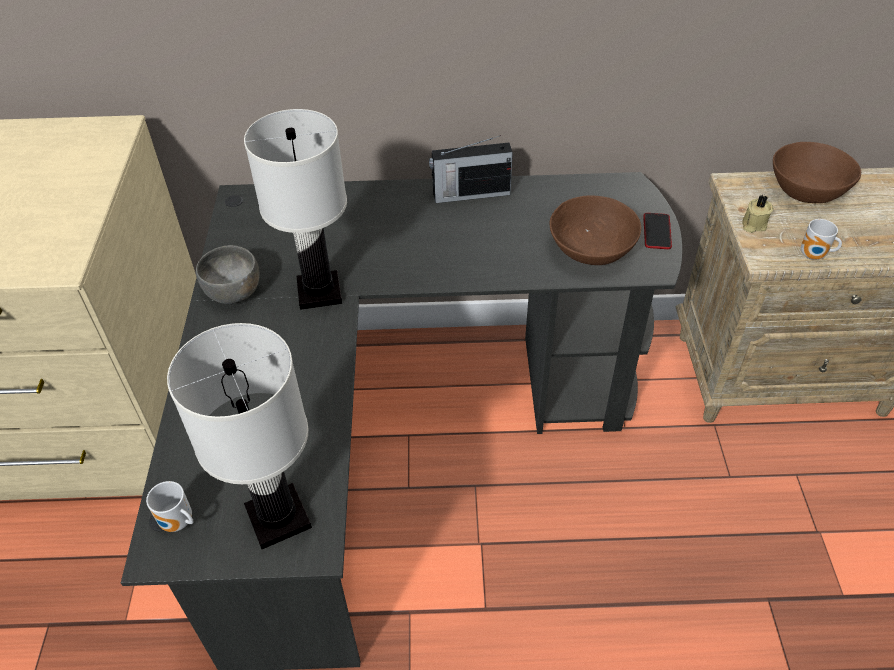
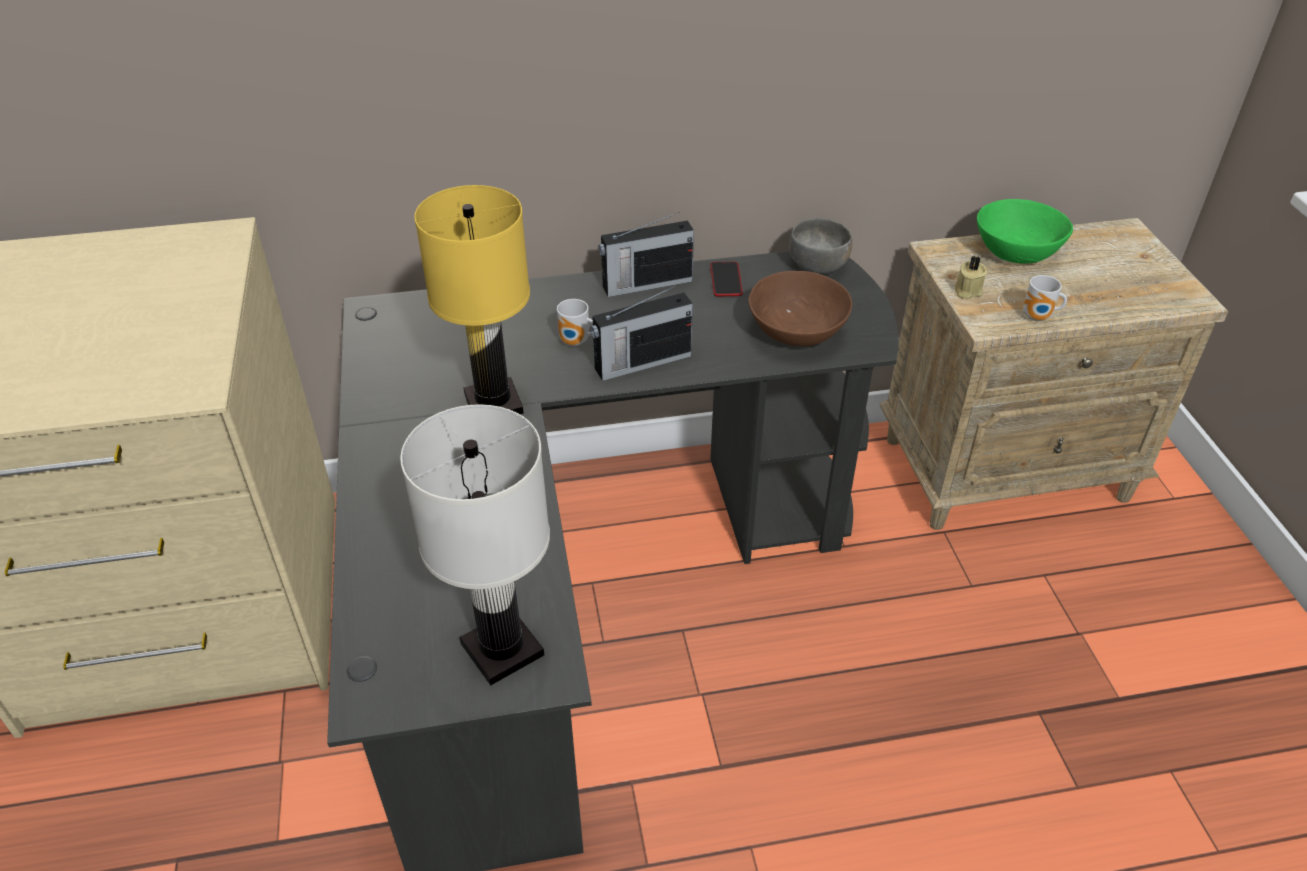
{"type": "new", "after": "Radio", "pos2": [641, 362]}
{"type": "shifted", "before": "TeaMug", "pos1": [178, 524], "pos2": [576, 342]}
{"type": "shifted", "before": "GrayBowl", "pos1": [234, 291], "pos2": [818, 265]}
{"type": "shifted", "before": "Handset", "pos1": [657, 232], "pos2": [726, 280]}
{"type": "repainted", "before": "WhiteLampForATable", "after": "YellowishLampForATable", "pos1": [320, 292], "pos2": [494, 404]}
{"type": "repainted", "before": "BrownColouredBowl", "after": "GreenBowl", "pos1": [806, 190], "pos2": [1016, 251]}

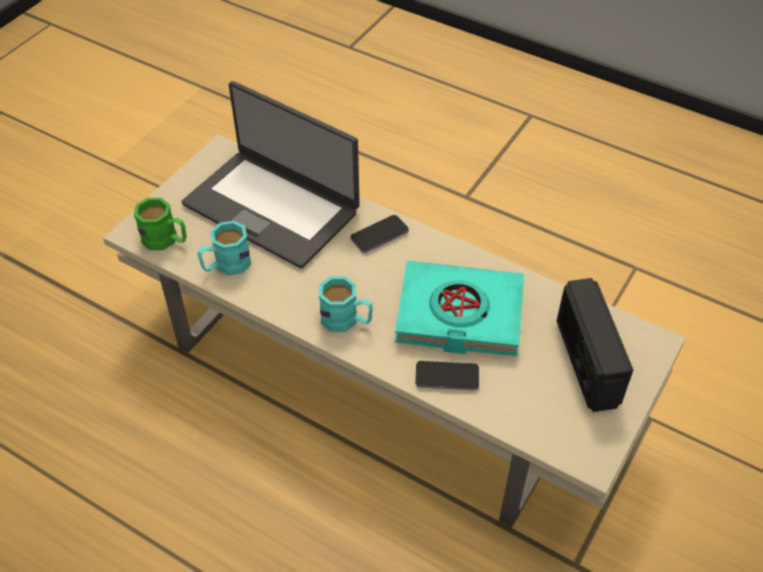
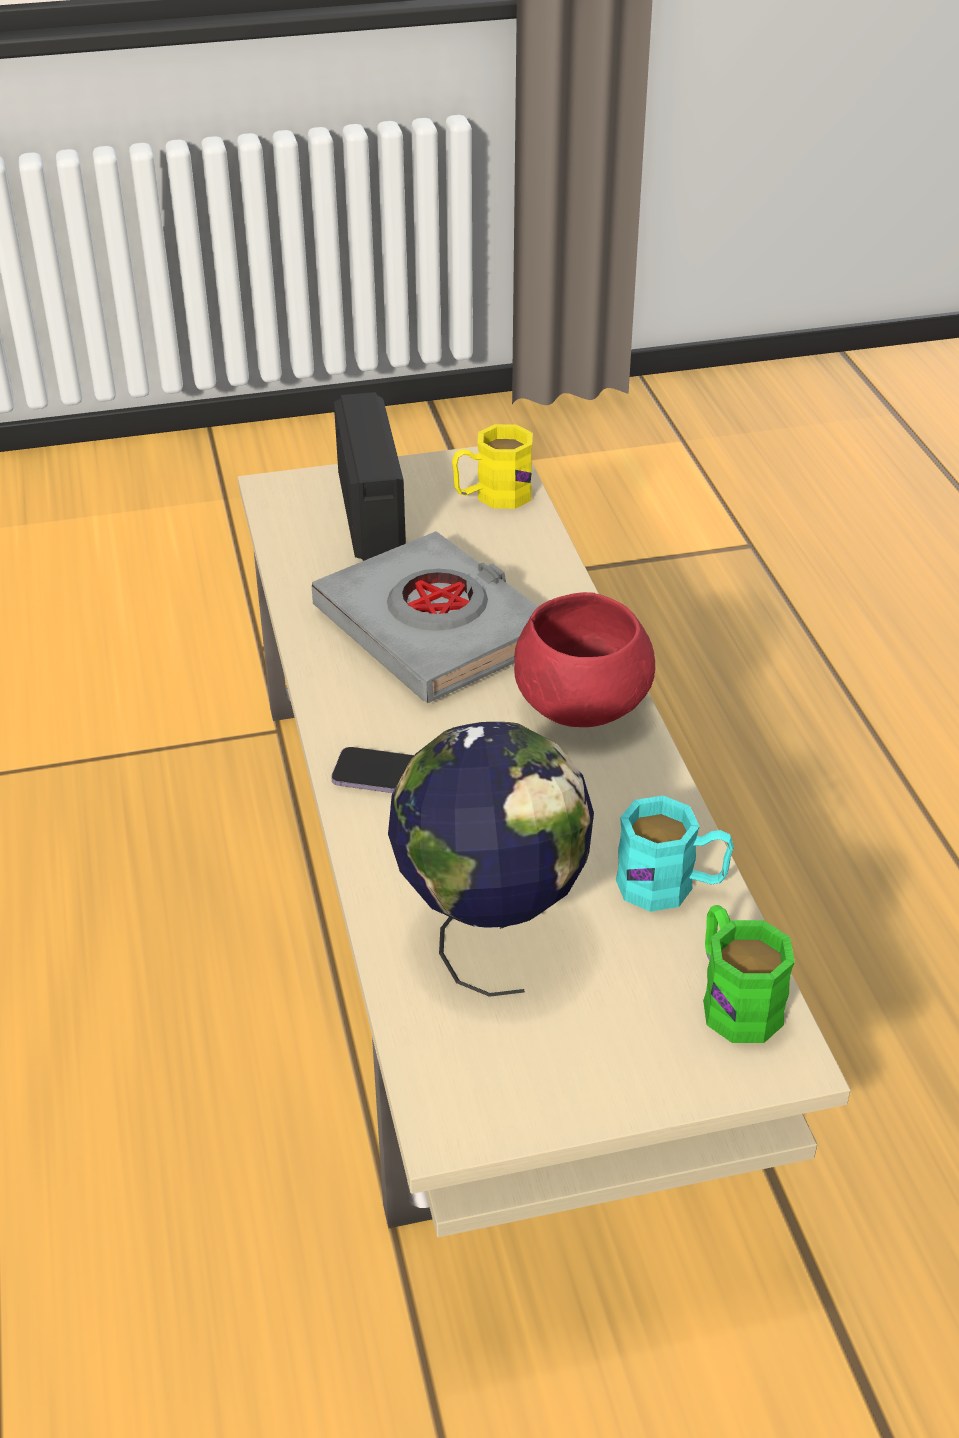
{"type": "gone", "before": "Handset", "pos1": [447, 377]}
{"type": "new", "after": "YellowishTeaMug", "pos2": [492, 496]}
{"type": "swapped", "before": "Laptop", "after": "Globe", "pos1": [272, 207], "pos2": [490, 932]}
{"type": "swapped", "before": "TurquoiseColouredTeaMug", "after": "ReddishBowl", "pos1": [346, 320], "pos2": [580, 707]}
{"type": "repainted", "before": "TurquoiseColouredBook", "after": "GrayBook", "pos1": [459, 315], "pos2": [433, 628]}
{"type": "rotated", "before": "Radio", "pos1": [586, 362], "pos2": [372, 514], "turn": -45}

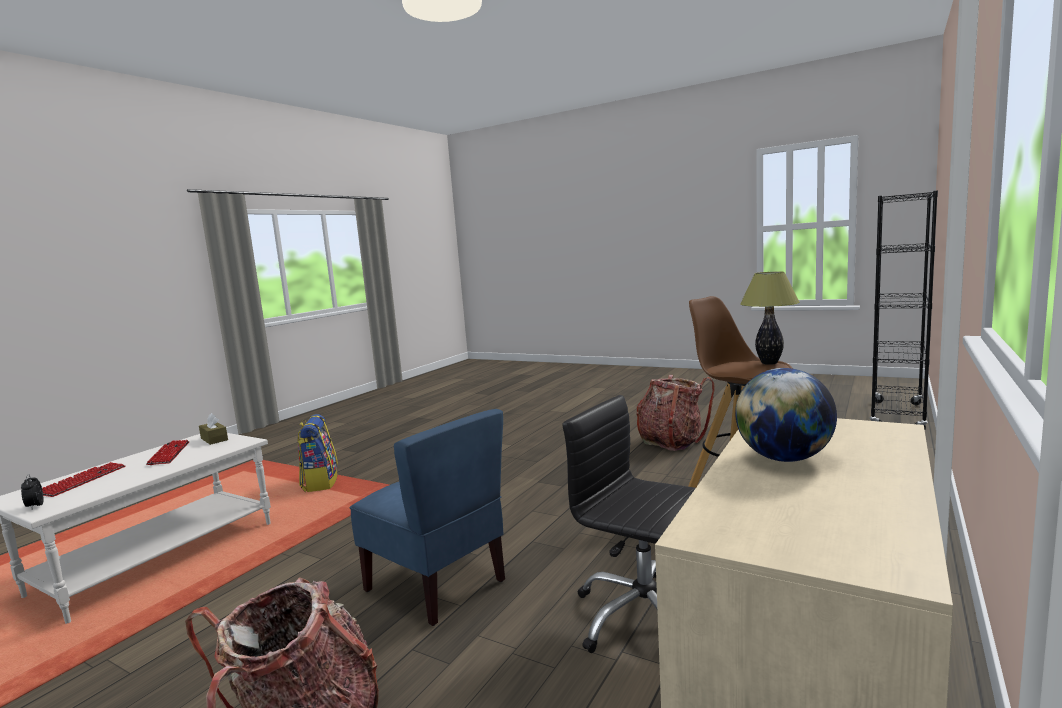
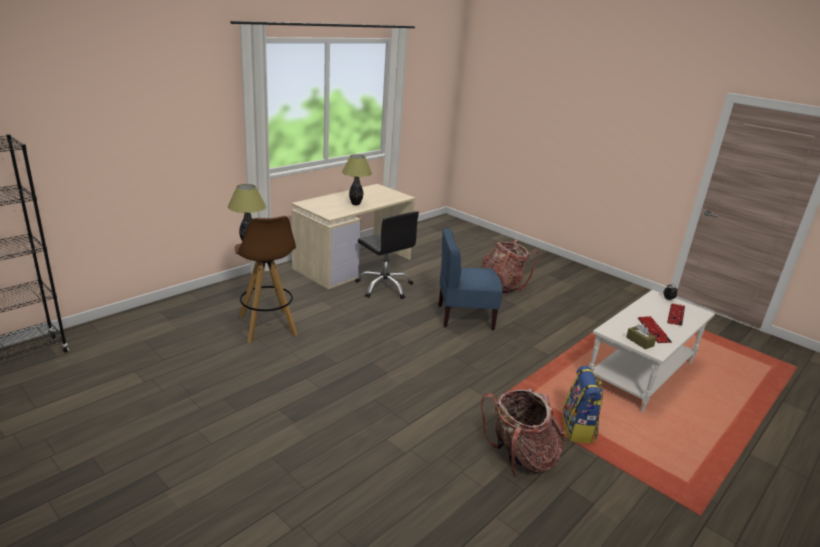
{"type": "shifted", "before": "Knapsack", "pos1": [671, 441], "pos2": [520, 458]}
{"type": "swapped", "before": "Globe", "after": "LampForATable", "pos1": [784, 458], "pos2": [355, 204]}
{"type": "rotated", "before": "BlueChair", "pos1": [437, 585], "pos2": [465, 317], "turn": -60}

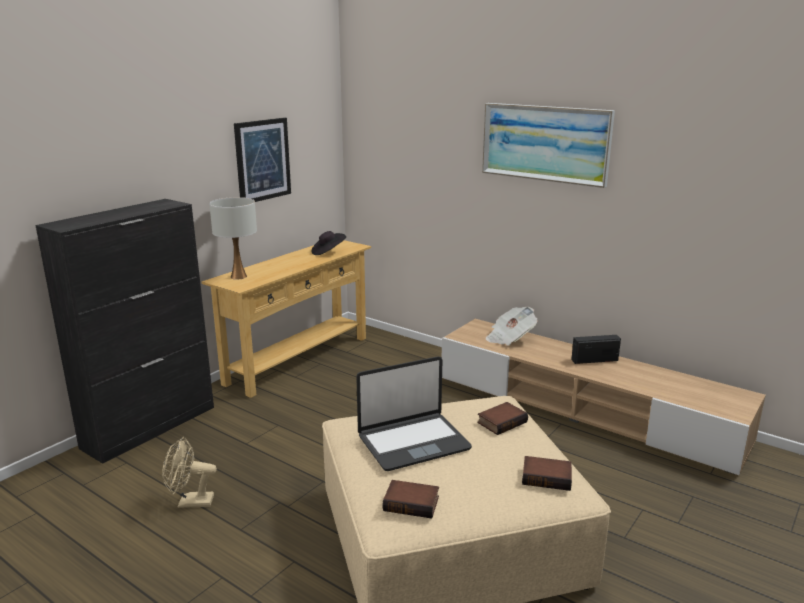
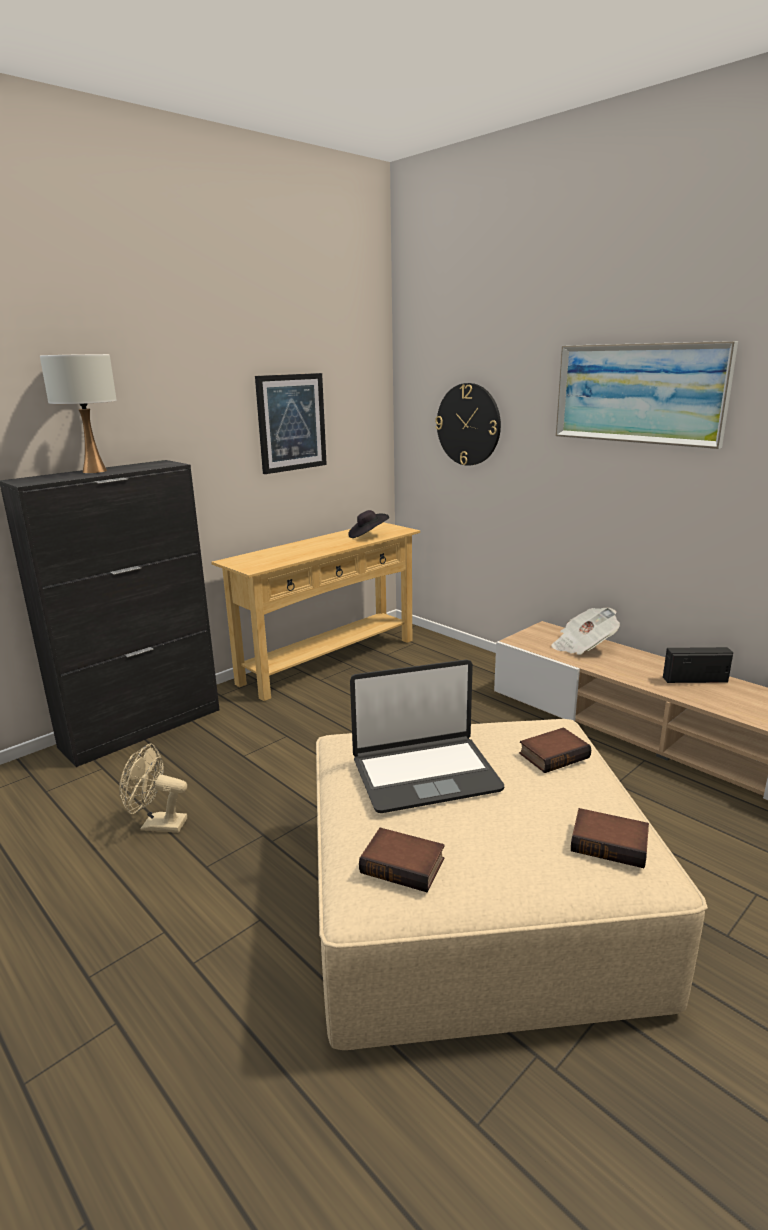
{"type": "new", "after": "ClockOnTheWall", "pos2": [468, 424]}
{"type": "shifted", "before": "WhiteLampForATable", "pos1": [239, 276], "pos2": [95, 471]}

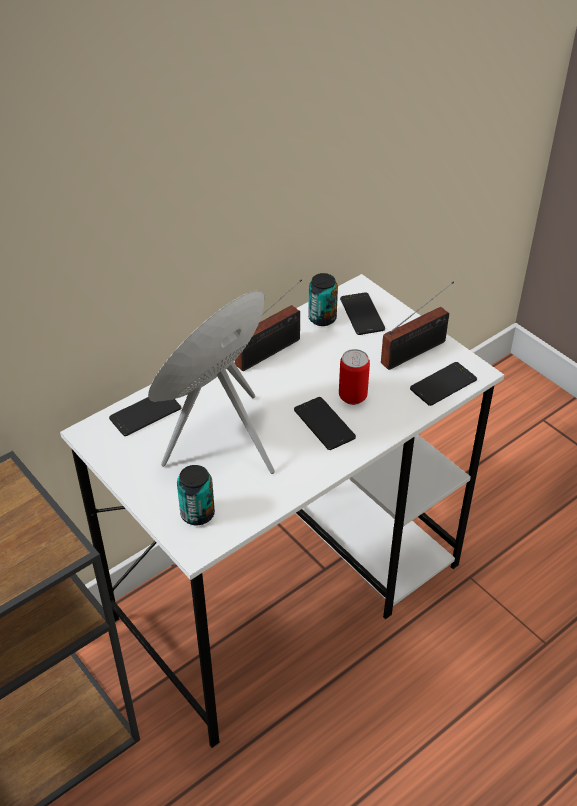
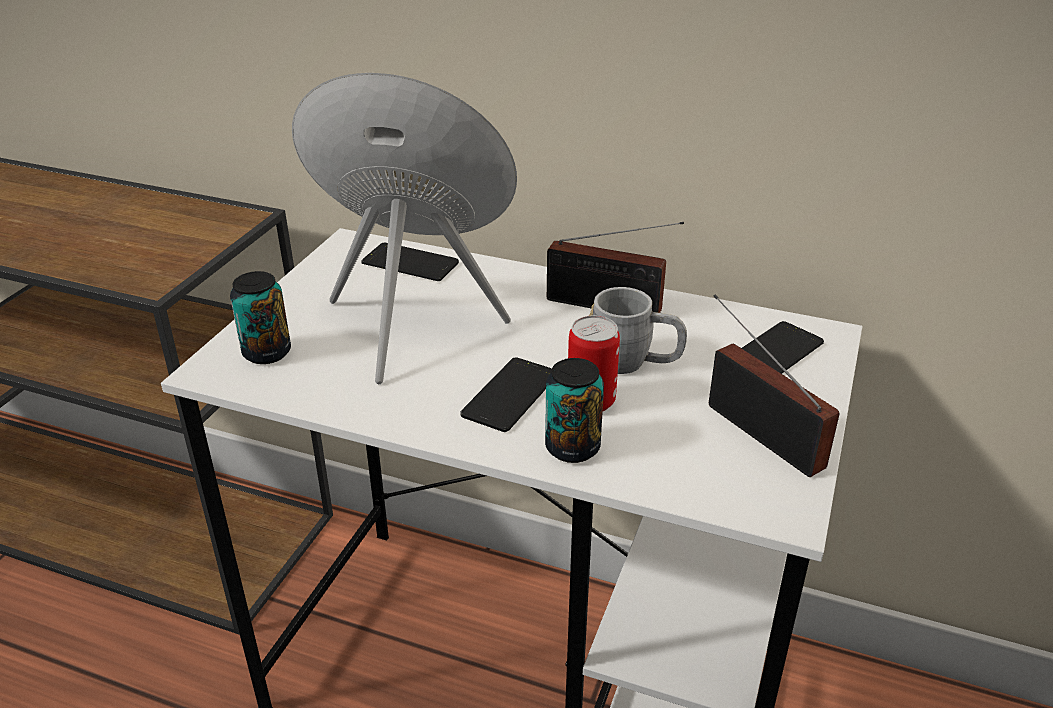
{"type": "gone", "before": "Handset", "pos1": [443, 384]}
{"type": "new", "after": "GrayTeaMug", "pos2": [634, 363]}
{"type": "shifted", "before": "SealedCan", "pos1": [322, 318], "pos2": [572, 447]}
{"type": "rotated", "before": "Radio", "pos1": [417, 351], "pos2": [759, 431], "turn": -150}

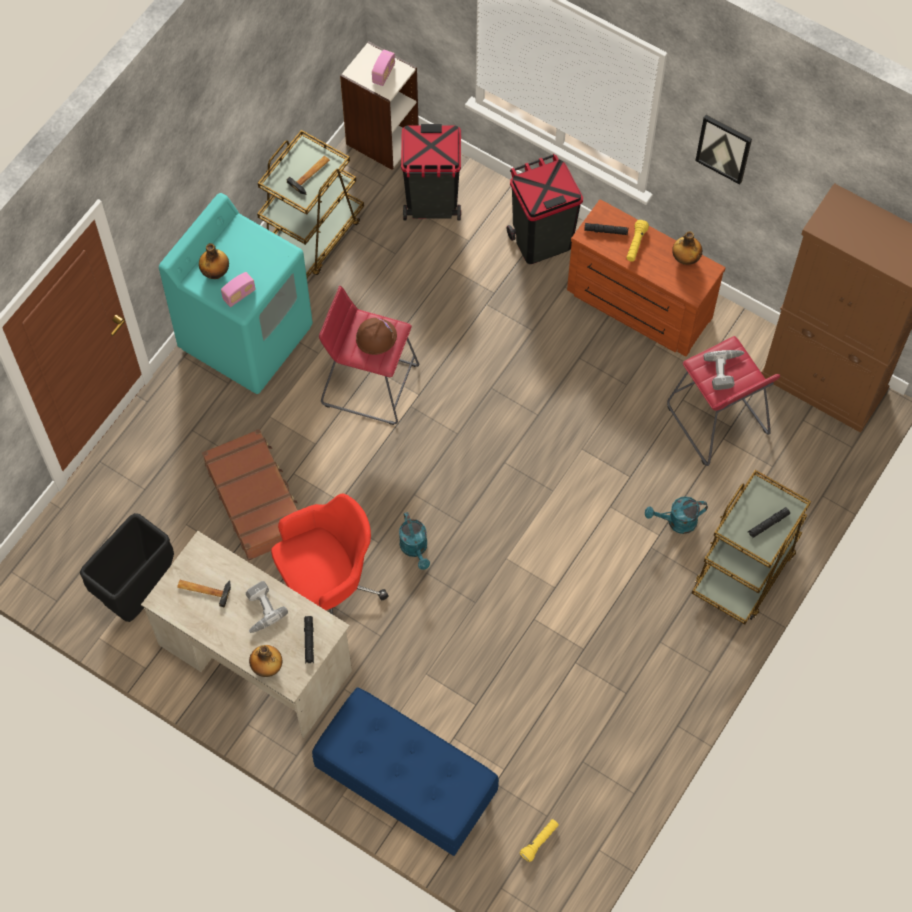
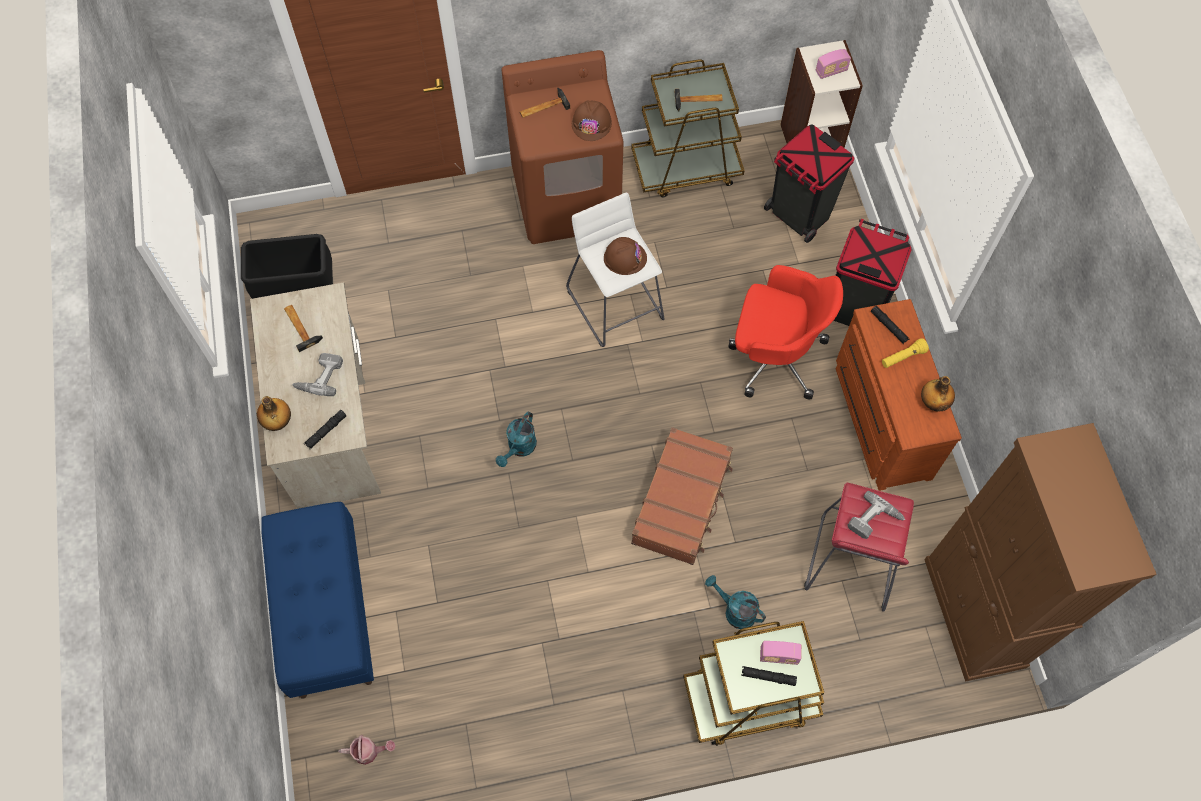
{"type": "gone", "before": "WallPicture", "pos1": [724, 148]}
{"type": "new", "after": "BrownColouredSafetyHelmet", "pos2": [591, 123]}
{"type": "shifted", "before": "BrownColouredSuitcase", "pos1": [256, 500], "pos2": [682, 501]}
{"type": "shifted", "before": "Radio", "pos1": [239, 295], "pos2": [778, 656]}
{"type": "shifted", "before": "ReddishDeskChair", "pos1": [328, 586], "pos2": [774, 355]}
{"type": "swapped", "before": "DrinkBottle", "after": "ToolHammer", "pos1": [216, 272], "pos2": [543, 107]}
{"type": "swapped", "before": "YellowishHandTorch", "after": "WateringCan", "pos1": [539, 841], "pos2": [369, 751]}
{"type": "repainted", "before": "TurquoiseColouredLaundryMachine", "after": "BrownColouredLaundryMachine", "pos1": [247, 337], "pos2": [567, 199]}
{"type": "repainted", "before": "ReddishStoolSeat", "after": "WhiteStoolSeat", "pos1": [370, 384], "pos2": [615, 304]}

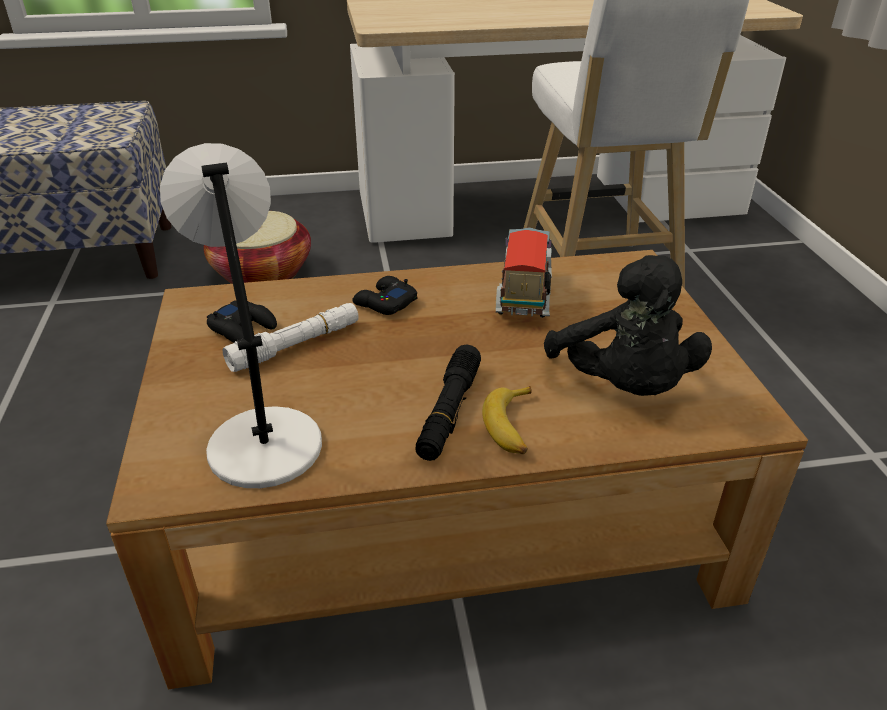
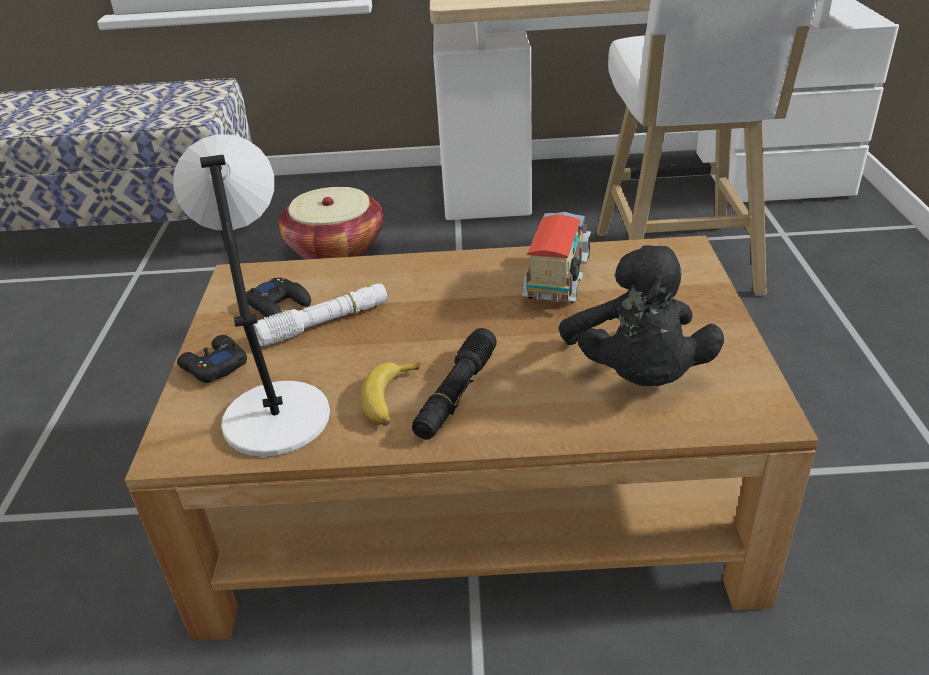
{"type": "shifted", "before": "BlackGamepad", "pos1": [384, 303], "pos2": [214, 366]}
{"type": "shifted", "before": "WholeBanana", "pos1": [512, 427], "pos2": [390, 400]}

